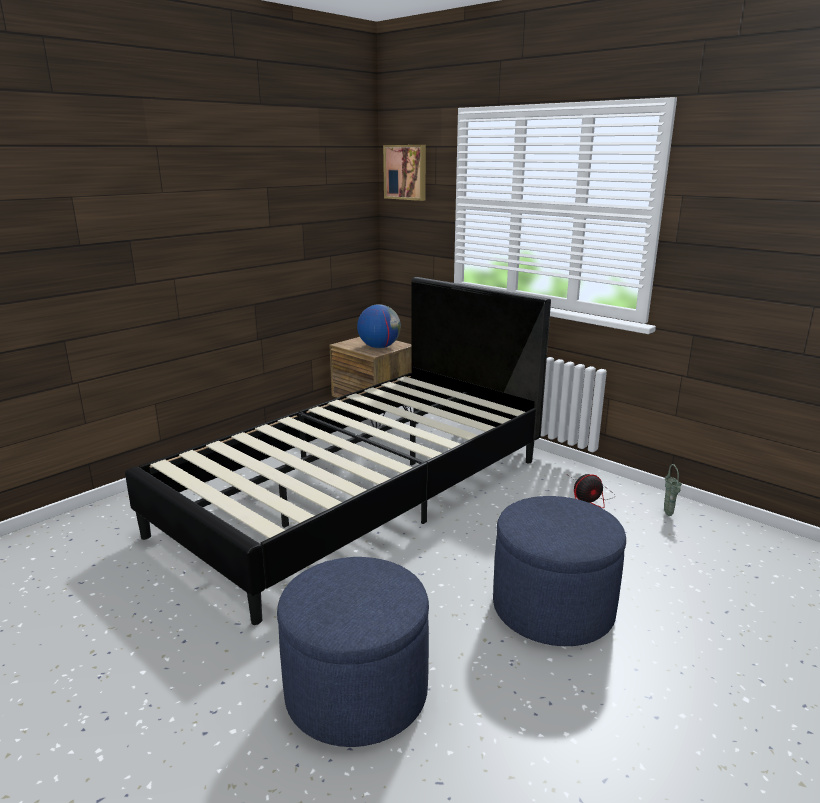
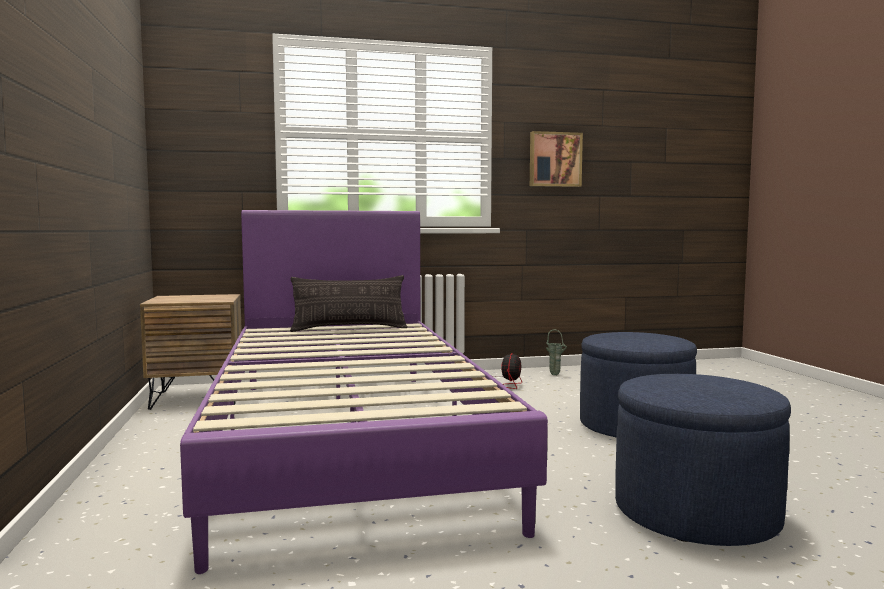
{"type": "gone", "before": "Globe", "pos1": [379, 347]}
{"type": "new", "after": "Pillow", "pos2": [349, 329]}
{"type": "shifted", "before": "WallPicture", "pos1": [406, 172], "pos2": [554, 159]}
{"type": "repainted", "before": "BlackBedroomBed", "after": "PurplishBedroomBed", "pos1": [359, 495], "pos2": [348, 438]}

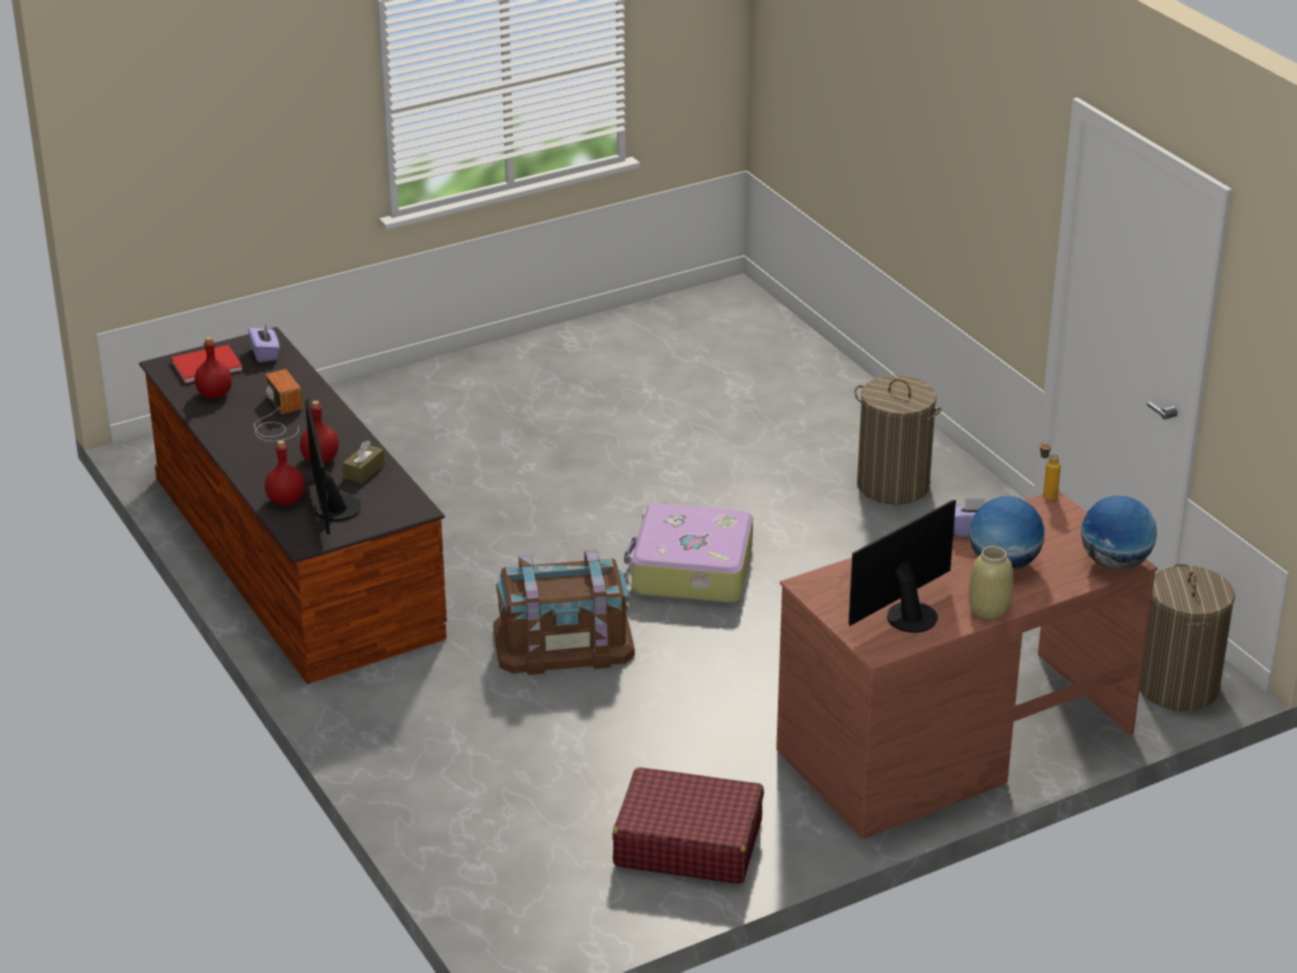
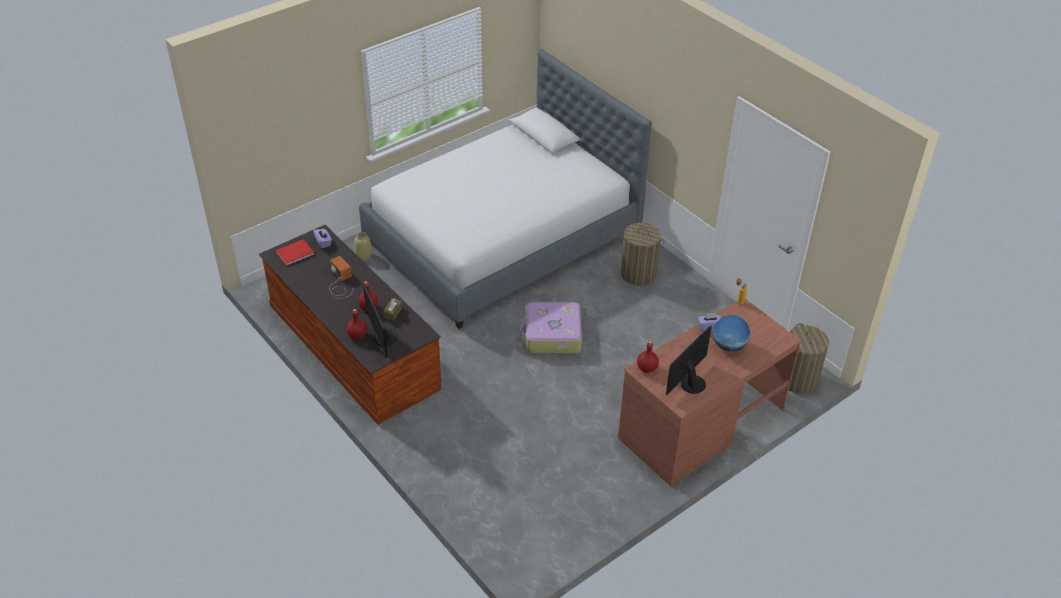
{"type": "gone", "before": "BrownColouredStorageBox", "pos1": [563, 642]}
{"type": "gone", "before": "ReddishSuitcase", "pos1": [687, 843]}
{"type": "gone", "before": "Globe", "pos1": [1115, 563]}
{"type": "new", "after": "BedroomBed", "pos2": [503, 237]}
{"type": "shifted", "before": "ReddishDrinkBottle", "pos1": [215, 394], "pos2": [646, 368]}
{"type": "shifted", "before": "BeigeVase", "pos1": [989, 609], "pos2": [364, 255]}

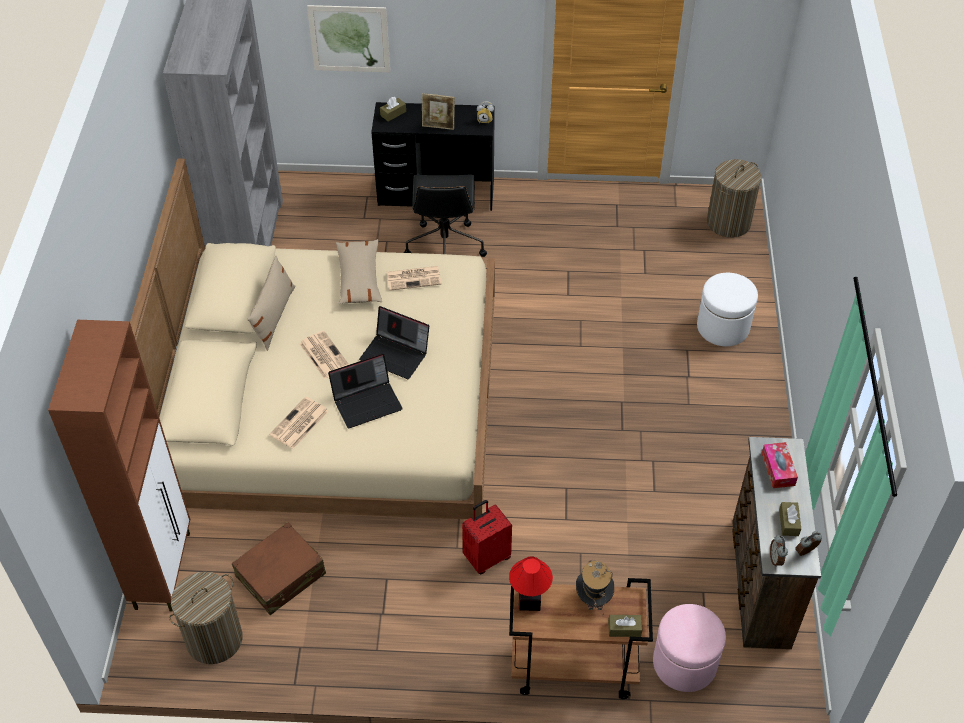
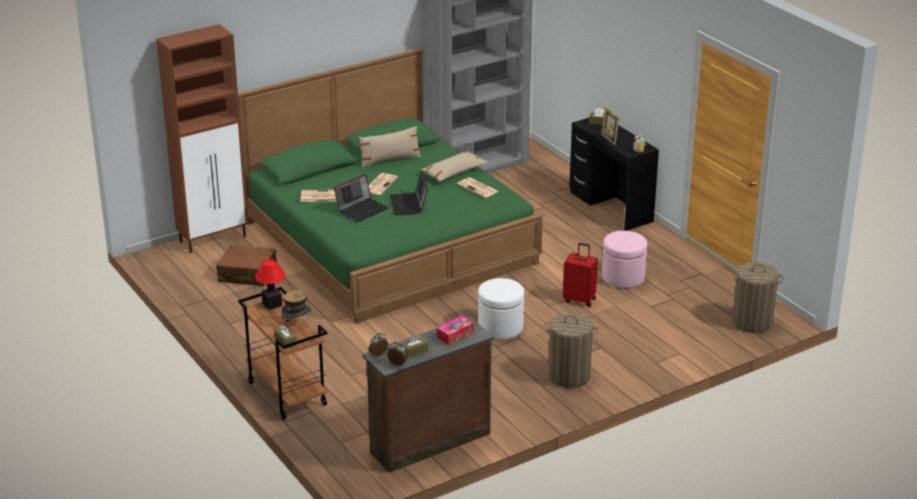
{"type": "gone", "before": "WallPicture", "pos1": [349, 38]}
{"type": "gone", "before": "BlackDeskChair", "pos1": [444, 246]}
{"type": "shifted", "before": "Hamper", "pos1": [214, 639], "pos2": [569, 376]}
{"type": "shifted", "before": "ReddishSuitcase", "pos1": [486, 557], "pos2": [579, 300]}
{"type": "shifted", "before": "PinkishPouffe", "pos1": [684, 663], "pos2": [623, 277]}
{"type": "shifted", "before": "WhitePouffe", "pos1": [723, 327], "pos2": [500, 327]}
{"type": "repainted", "before": "BeigeBedroomBed", "after": "GreenBedroomBed", "pos1": [334, 404], "pos2": [389, 242]}
{"type": "rotated", "before": "Laptop", "pos1": [367, 402], "pos2": [361, 209], "turn": -75}

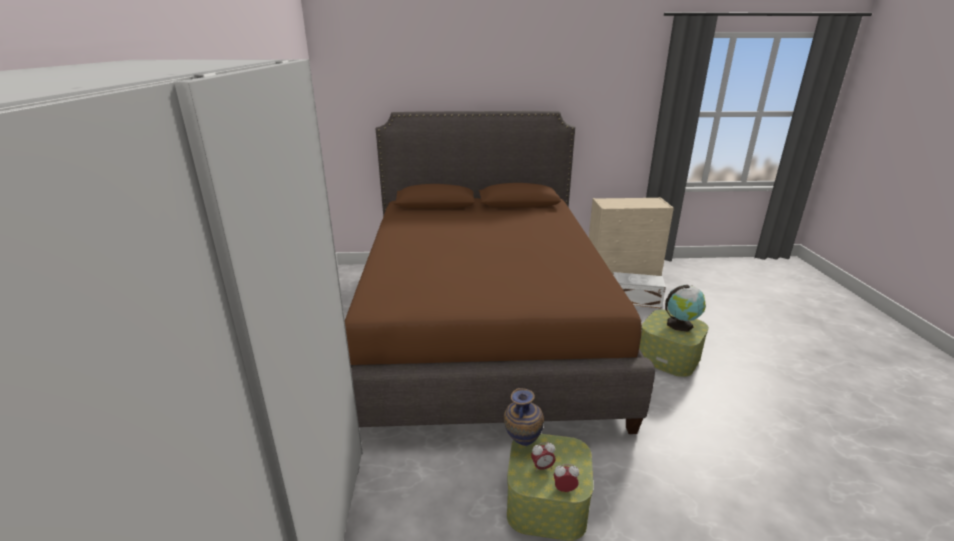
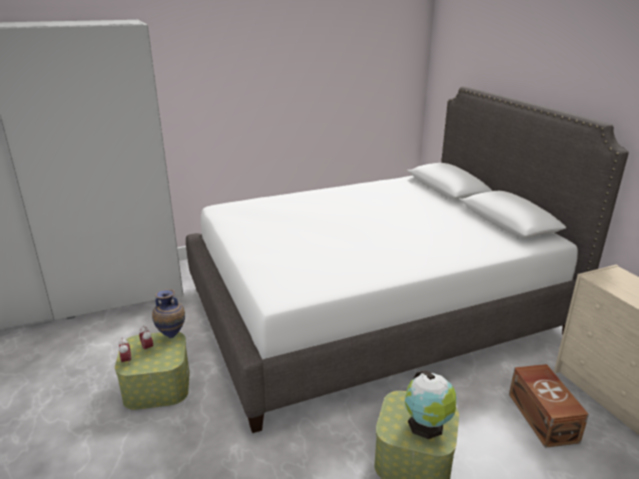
{"type": "repainted", "before": "BrownColouredBedroomBed", "after": "WhiteBedroomBed", "pos1": [483, 327], "pos2": [372, 310]}
{"type": "repainted", "before": "WhiteStorageBox", "after": "BrownColouredStorageBox", "pos1": [634, 299], "pos2": [543, 416]}

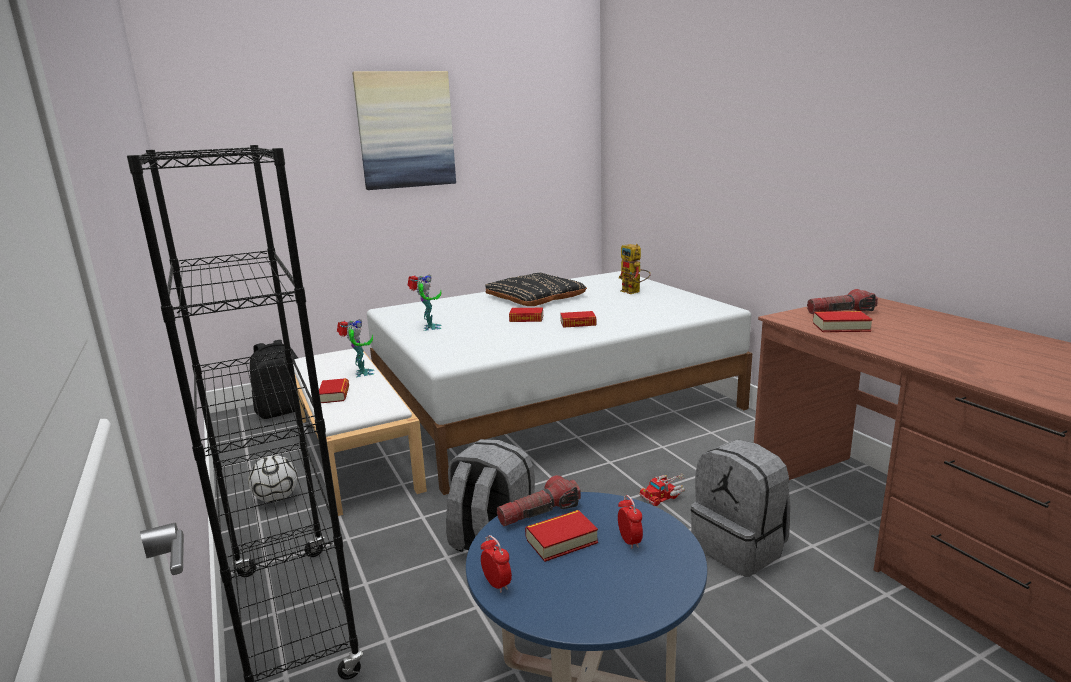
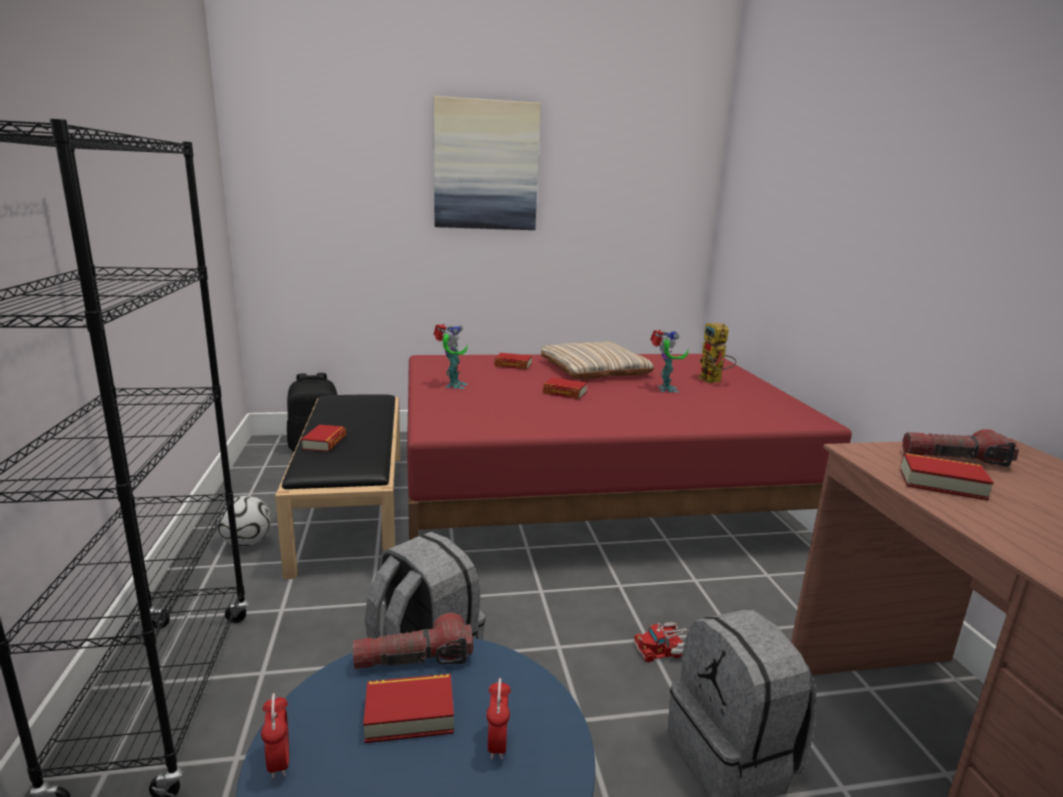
{"type": "shifted", "before": "ToyRobot", "pos1": [361, 373], "pos2": [664, 389]}
{"type": "shifted", "before": "Book", "pos1": [578, 323], "pos2": [513, 365]}
{"type": "repainted", "before": "WhiteBench", "after": "BlackBench", "pos1": [355, 452], "pos2": [353, 507]}
{"type": "repainted", "before": "WhiteBedroomBed", "after": "ReddishBedroomBed", "pos1": [554, 404], "pos2": [593, 496]}
{"type": "repainted", "before": "BlackPillow", "after": "BeigePillow", "pos1": [535, 297], "pos2": [594, 369]}

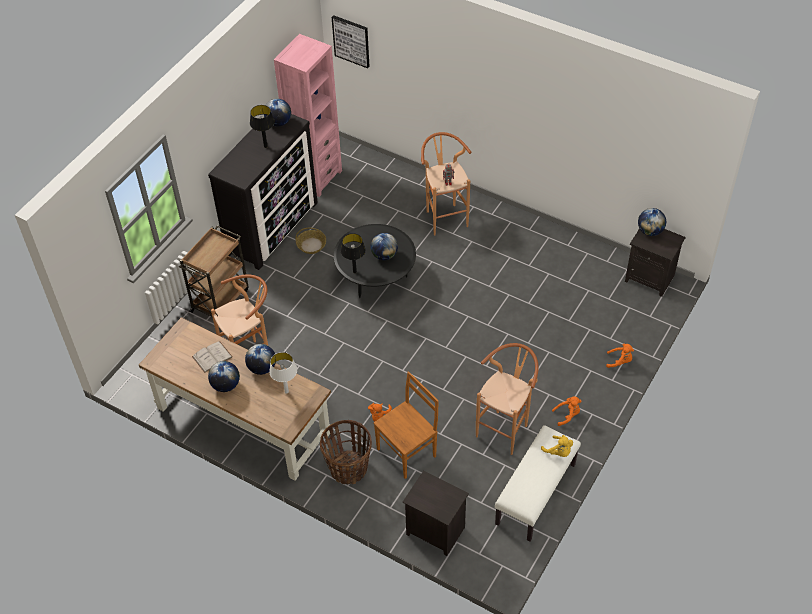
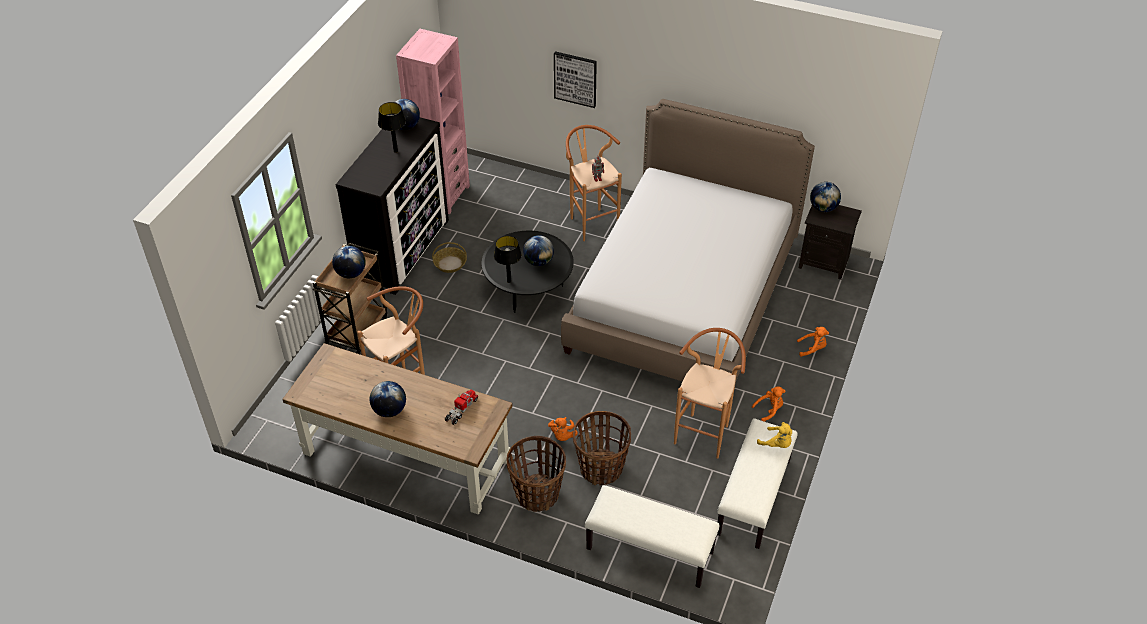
{"type": "gone", "before": "WhiteBook", "pos1": [212, 356]}
{"type": "new", "after": "BedroomBed", "pos2": [684, 296]}
{"type": "shifted", "before": "Globe", "pos1": [262, 368], "pos2": [351, 273]}
{"type": "shifted", "before": "WallPicture", "pos1": [351, 41], "pos2": [575, 79]}
{"type": "swapped", "before": "WhiteLampForATable", "after": "ToyLorry", "pos1": [286, 391], "pos2": [461, 409]}
{"type": "swapped", "before": "BrownColouredChair", "after": "Basket", "pos1": [408, 452], "pos2": [601, 468]}
{"type": "swapped", "before": "BlackBedsideTable", "after": "WhiteBench", "pos1": [434, 531], "pos2": [649, 551]}

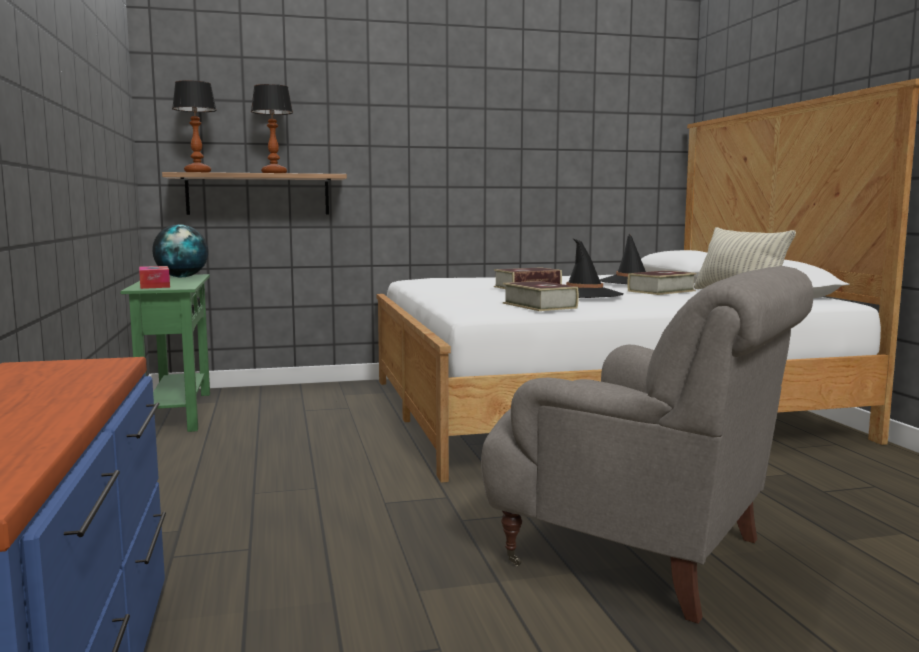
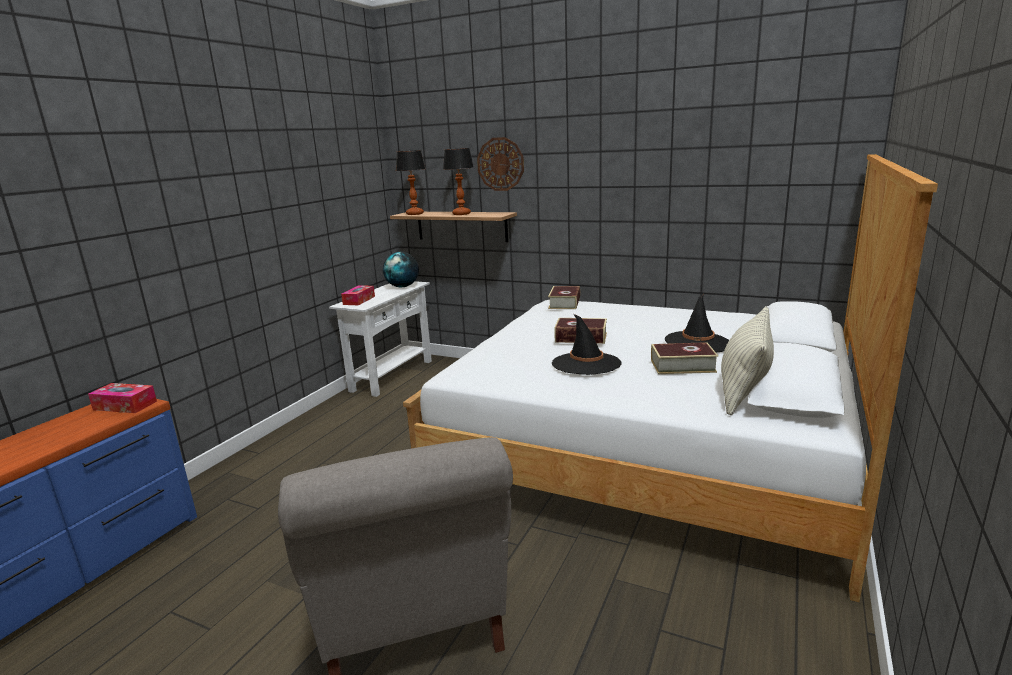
{"type": "new", "after": "BoxOfTissues", "pos2": [125, 405]}
{"type": "new", "after": "ClockOnTheWall", "pos2": [500, 164]}
{"type": "shifted", "before": "Book", "pos1": [539, 305], "pos2": [564, 303]}
{"type": "repainted", "before": "GreenNarrowTable", "after": "WhiteNarrowTable", "pos1": [177, 412], "pos2": [392, 375]}

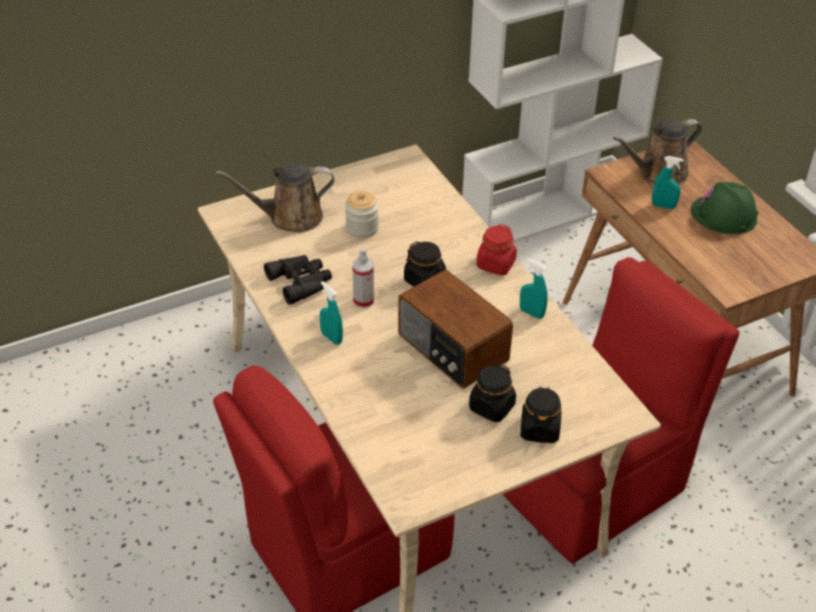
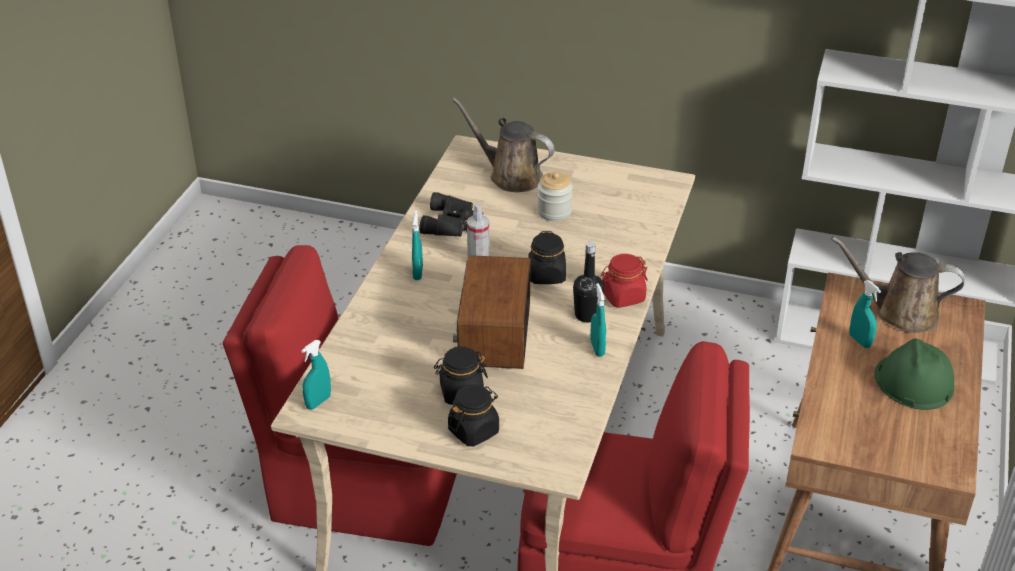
{"type": "new", "after": "TurquoiseColouredHandSprayer", "pos2": [318, 402]}
{"type": "new", "after": "BlackDrinkBottle", "pos2": [587, 315]}

